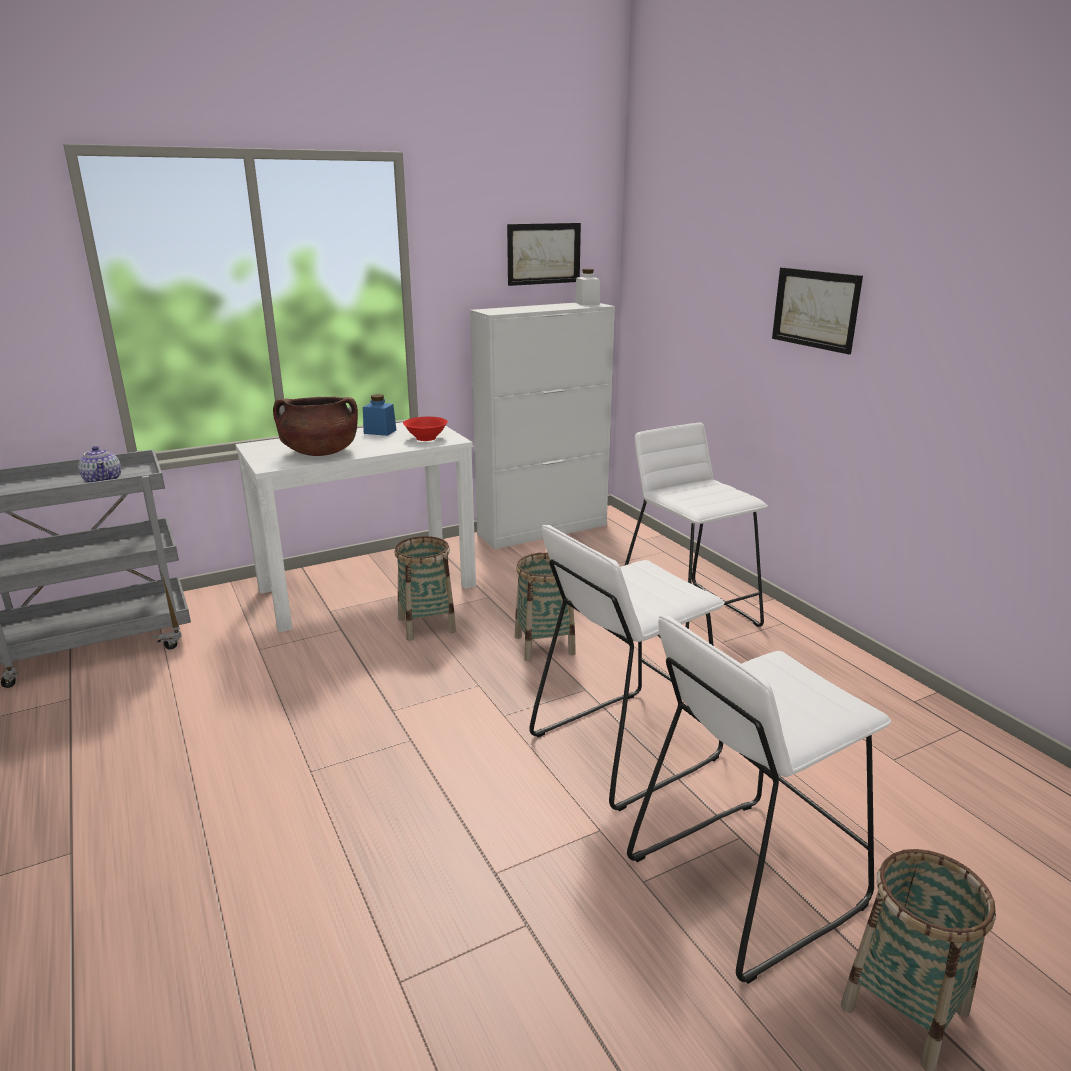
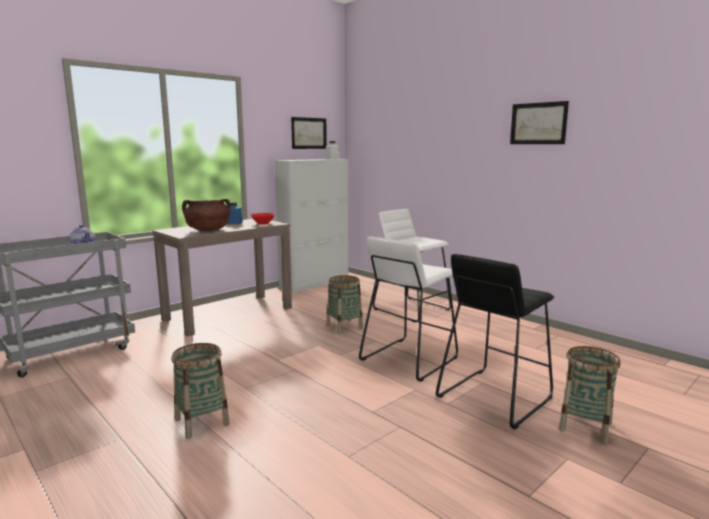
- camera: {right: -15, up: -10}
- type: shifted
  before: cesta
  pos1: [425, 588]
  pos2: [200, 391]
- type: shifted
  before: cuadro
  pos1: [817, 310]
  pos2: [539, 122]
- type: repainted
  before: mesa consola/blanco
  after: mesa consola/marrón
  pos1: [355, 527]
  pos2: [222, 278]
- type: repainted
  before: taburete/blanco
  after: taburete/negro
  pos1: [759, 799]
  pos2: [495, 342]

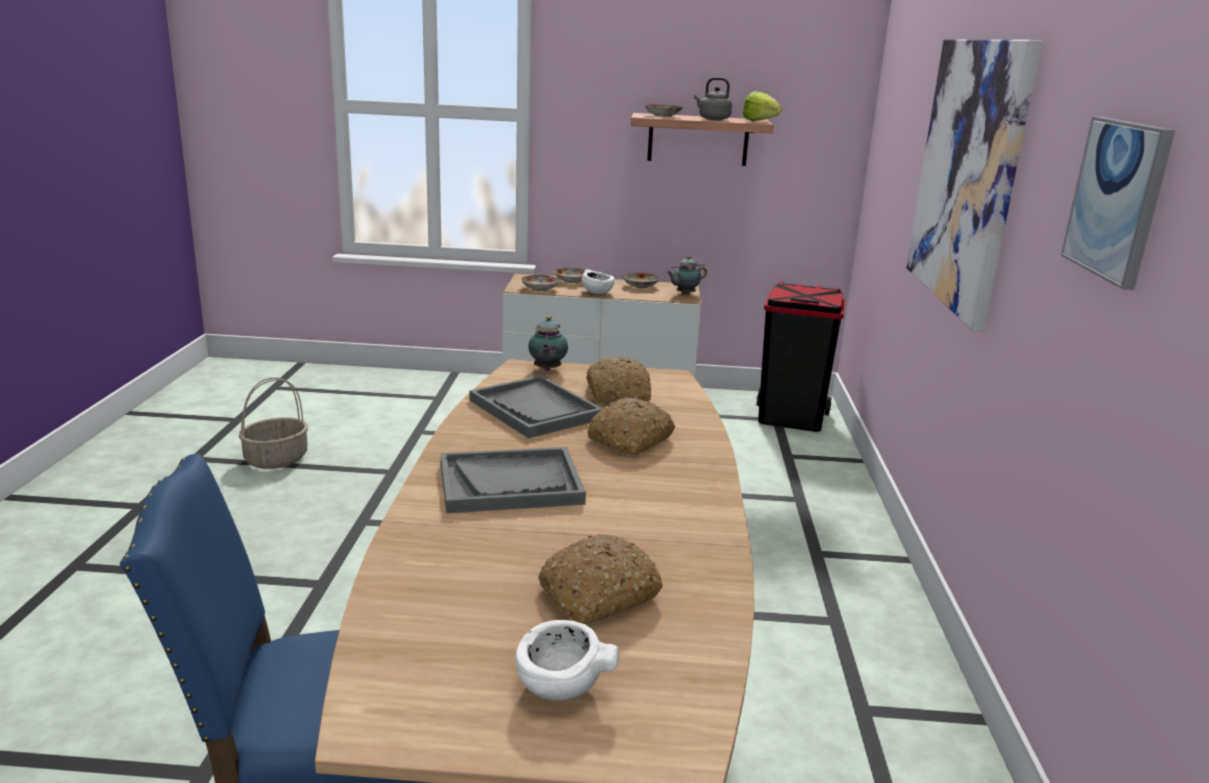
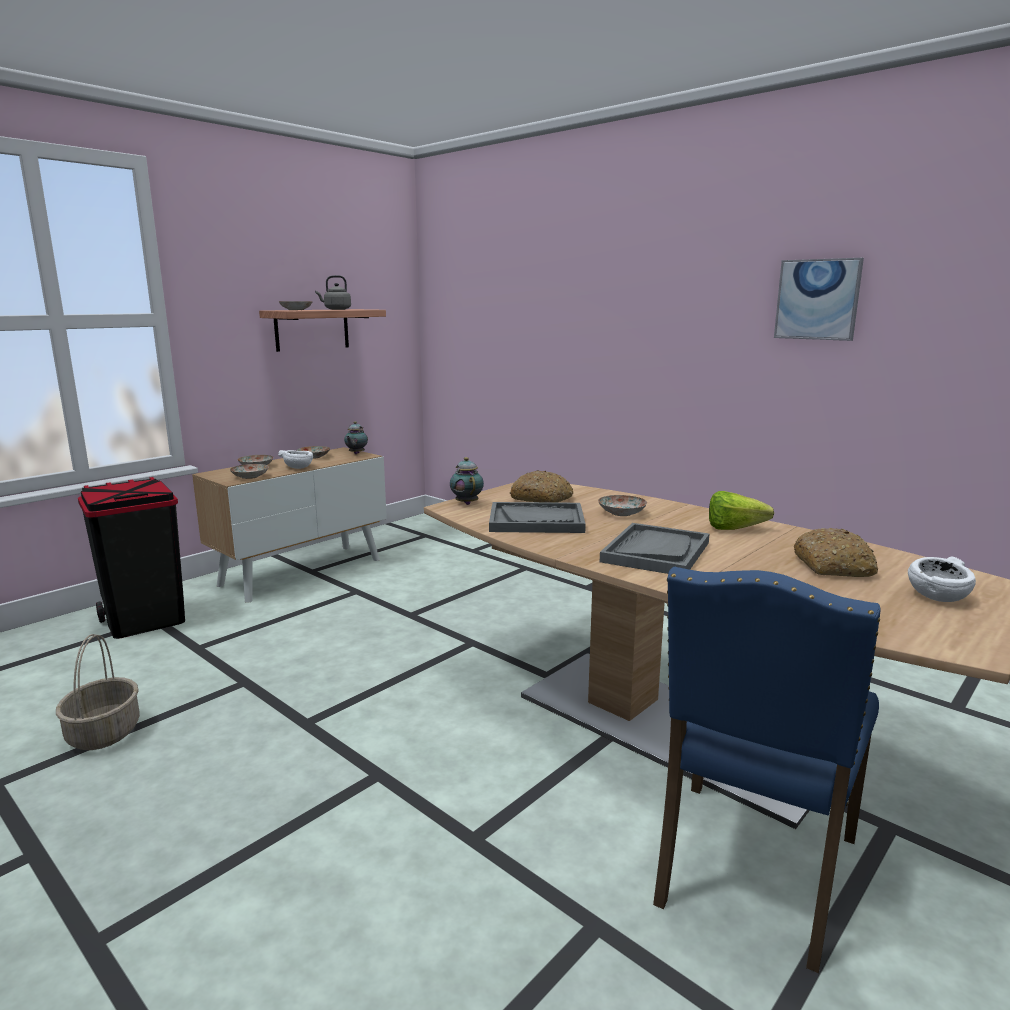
- camera: {right: -50, up: -5}
- type: gone
  before: cuadro
  pos1: [974, 185]
- type: shifted
  before: lechuga
  pos1: [762, 106]
  pos2: [741, 510]
- type: shifted
  before: papelera/negro
  pos1: [801, 357]
  pos2: [131, 558]
- type: swapped
  before: pan
  after: plato
  pos1: [631, 426]
  pos2: [622, 505]
- type: rotated
  before: tetera
  pos1: [548, 343]
  pos2: [467, 481]
  turn: -150

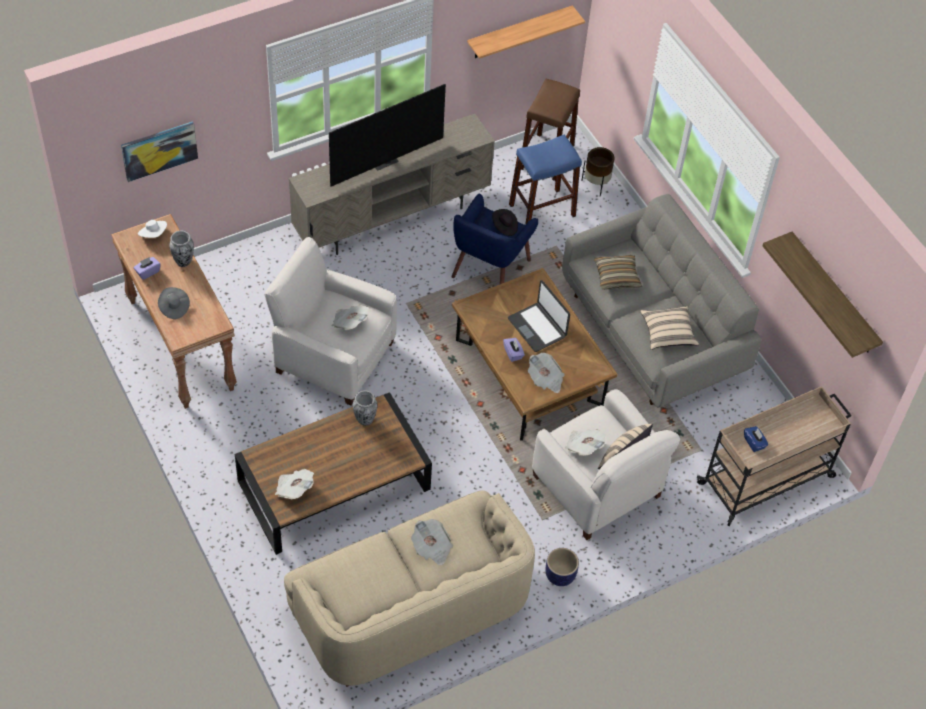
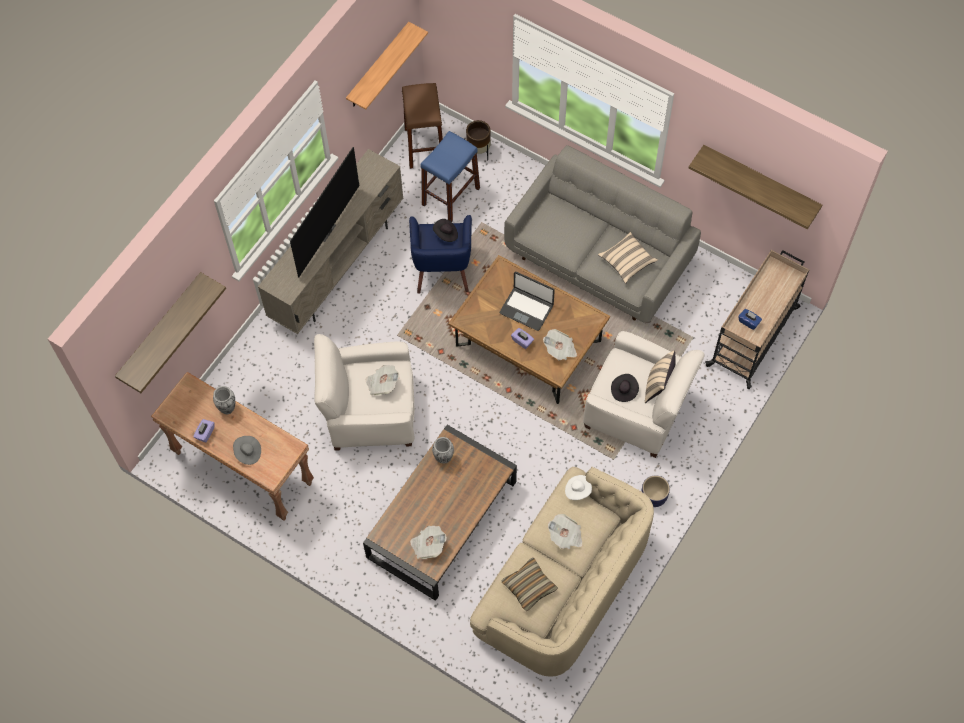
- camera: {right: -25, up: 10}
- type: shifted
  before: sombrero/blanco
  pos1: [152, 229]
  pos2: [578, 487]
- type: shifted
  before: cojín
  pos1: [618, 272]
  pos2: [530, 584]
- type: swapped
  before: cuadro
  after: estante
  pos1: [159, 151]
  pos2: [170, 332]
- type: swapped
  before: periódico
  after: sombrero/negro
  pos1: [585, 442]
  pos2: [625, 388]

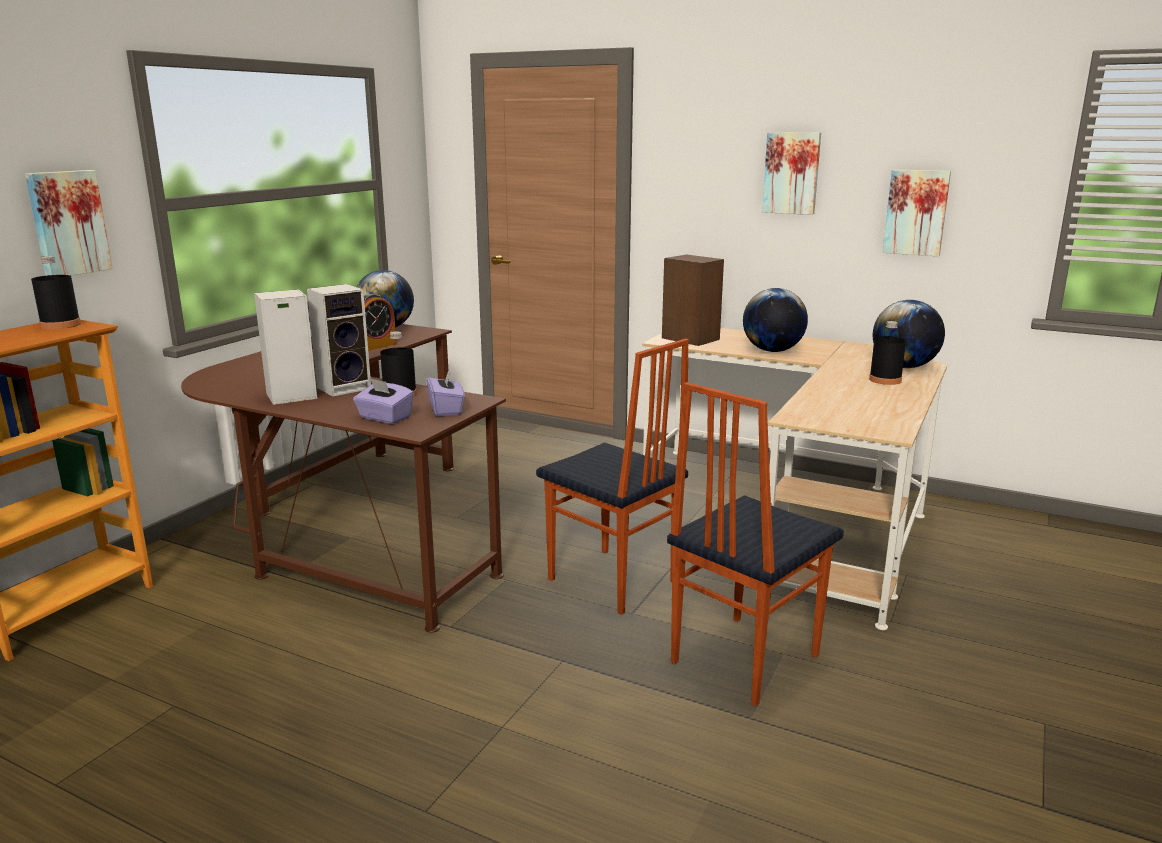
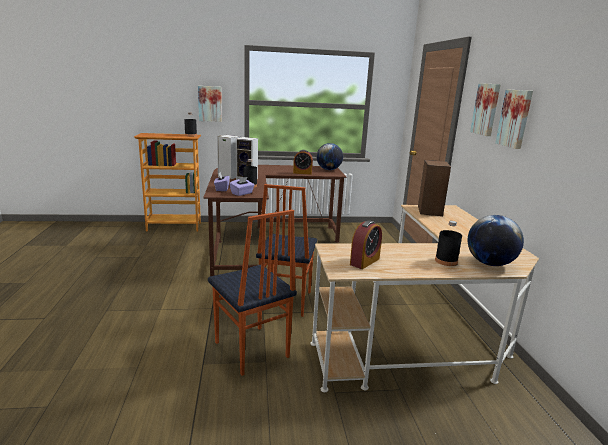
- camera: {right: 55, up: 0}
- type: gone
  before: globo terráqueo
  pos1: [775, 320]
- type: new
  after: despertador
  pos2: [366, 244]
- type: shifted
  before: cuadro
  pos1: [917, 212]
  pos2: [485, 109]
- type: rotated
  before: silla
  pos1: [755, 544]
  pos2: [252, 293]
  turn: -135

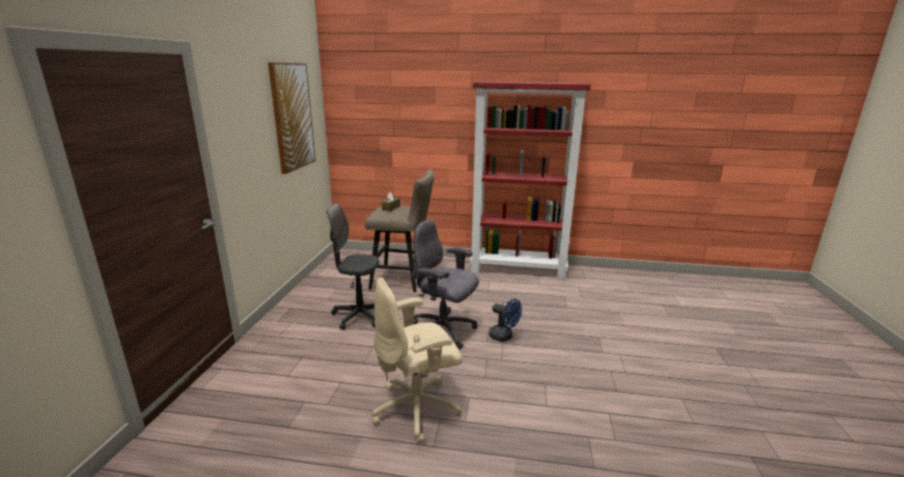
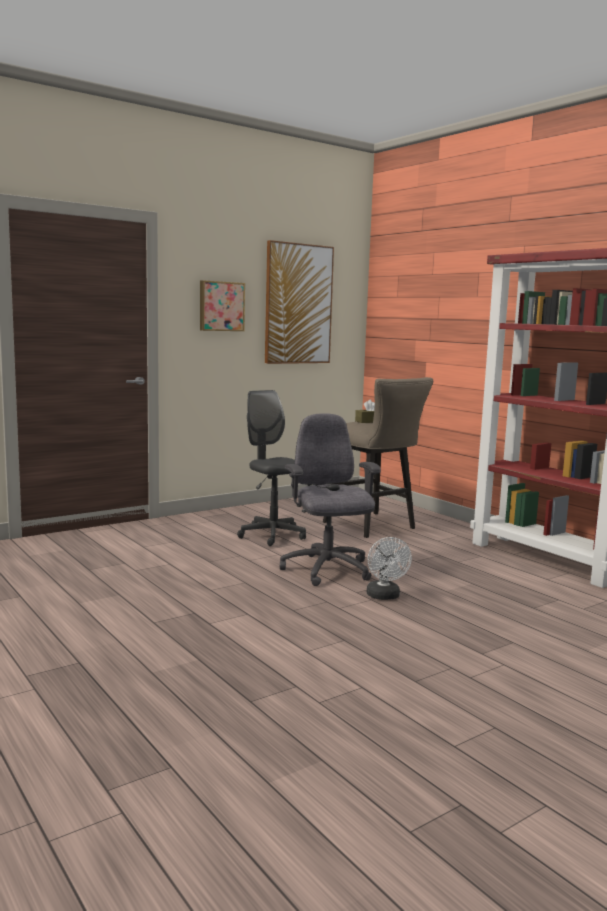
- camera: {right: 45, up: -10}
- type: gone
  before: silla de oficina/beis
  pos1: [417, 361]
- type: new
  after: cuadro
  pos2: [222, 305]
- type: repainted
  before: ventilador/azul
  after: ventilador/blanco
  pos1: [505, 320]
  pos2: [389, 568]

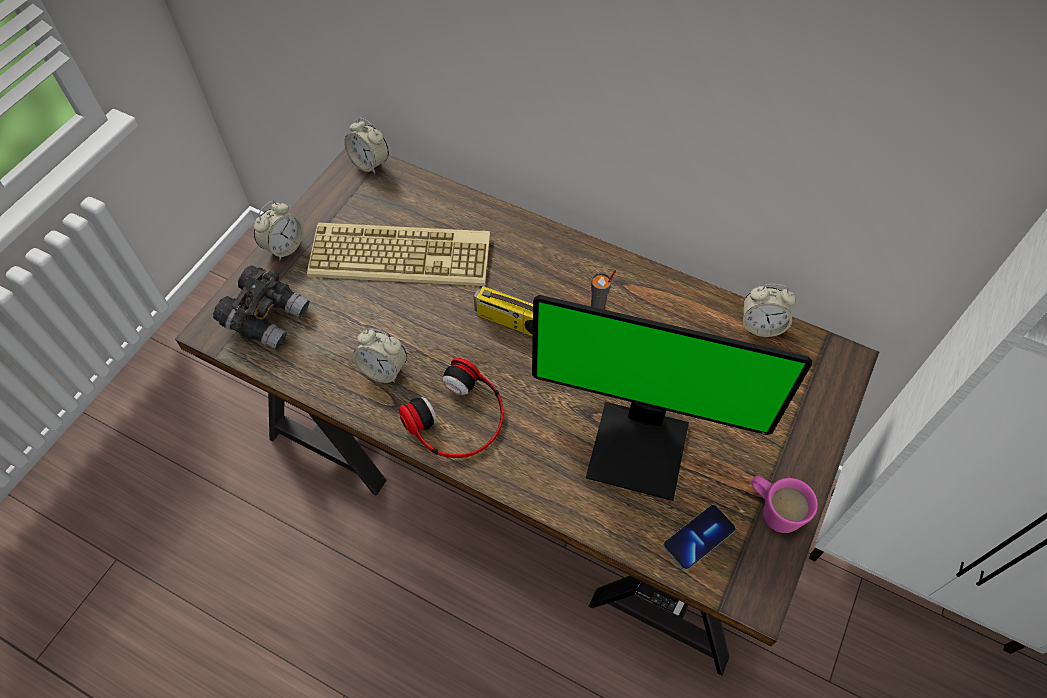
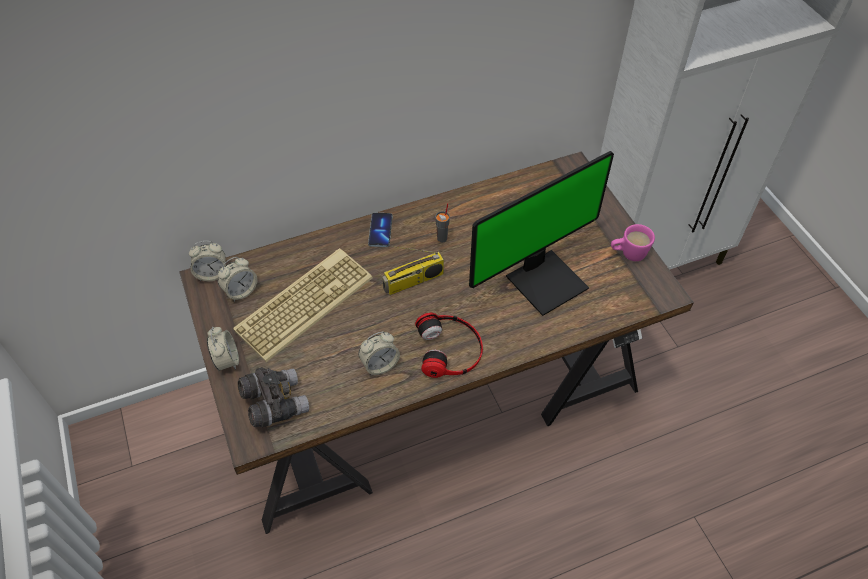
- camera: {right: -50, up: -5}
- type: shifted
  before: móvil
  pos1: [699, 537]
  pos2: [380, 230]
- type: shifted
  before: despertador
  pos1: [769, 310]
  pos2: [237, 279]

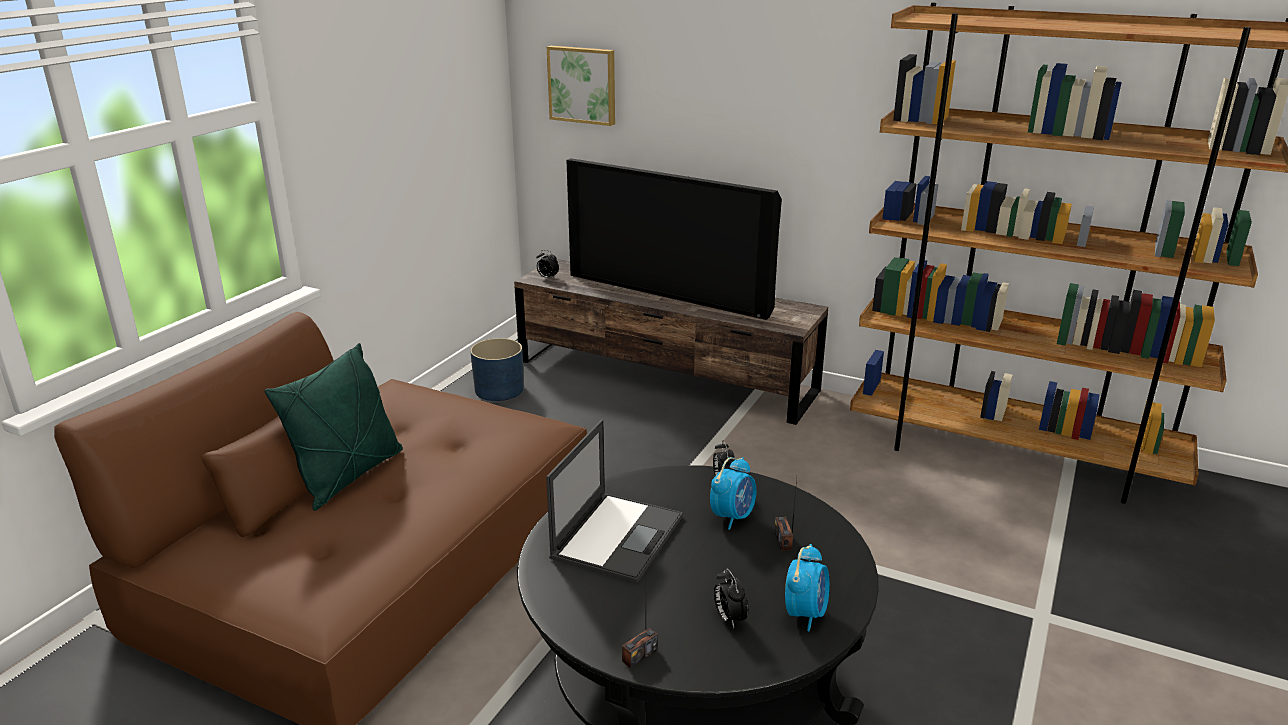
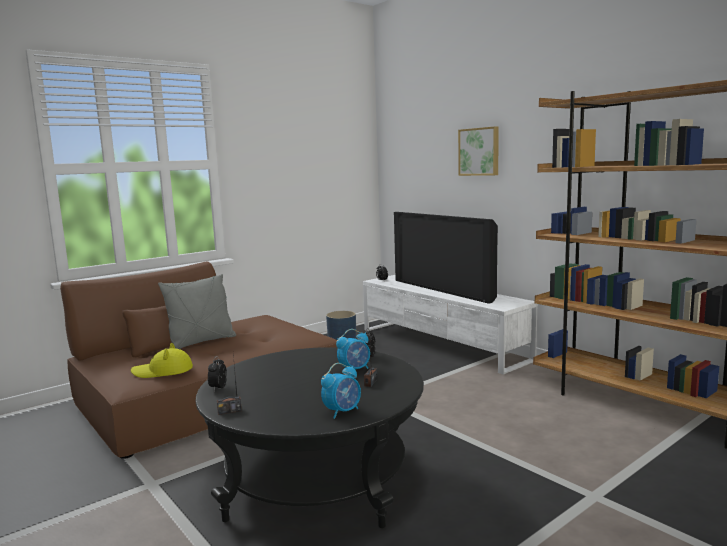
- camera: {right: 25, up: -15}
- type: gone
  before: portátil
  pos1: [614, 501]
- type: new
  after: sombrero/amarillo
  pos2: [162, 360]
- type: shifted
  before: cuadro
  pos1: [581, 86]
  pos2: [478, 151]
- type: shifted
  before: despertador
  pos1: [731, 598]
  pos2: [217, 373]
- type: repainted
  before: cojín/verde
  after: cojín/gris
  pos1: [333, 427]
  pos2: [197, 311]
- type: repainted
  before: mueble de televisión/marrón
  after: mueble de televisión/blanco
  pos1: [671, 342]
  pos2: [450, 325]

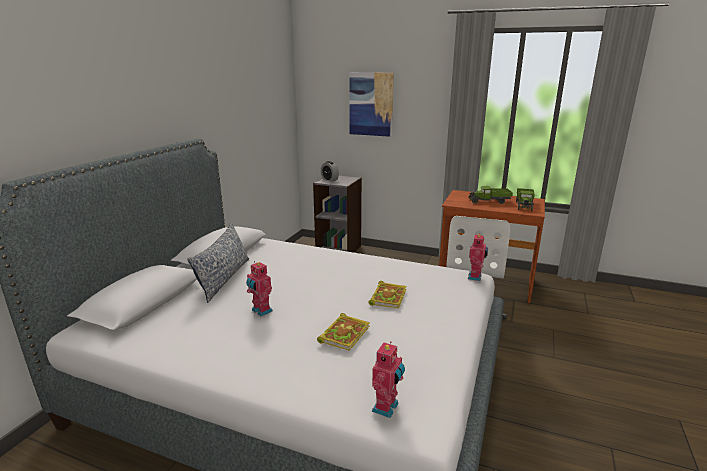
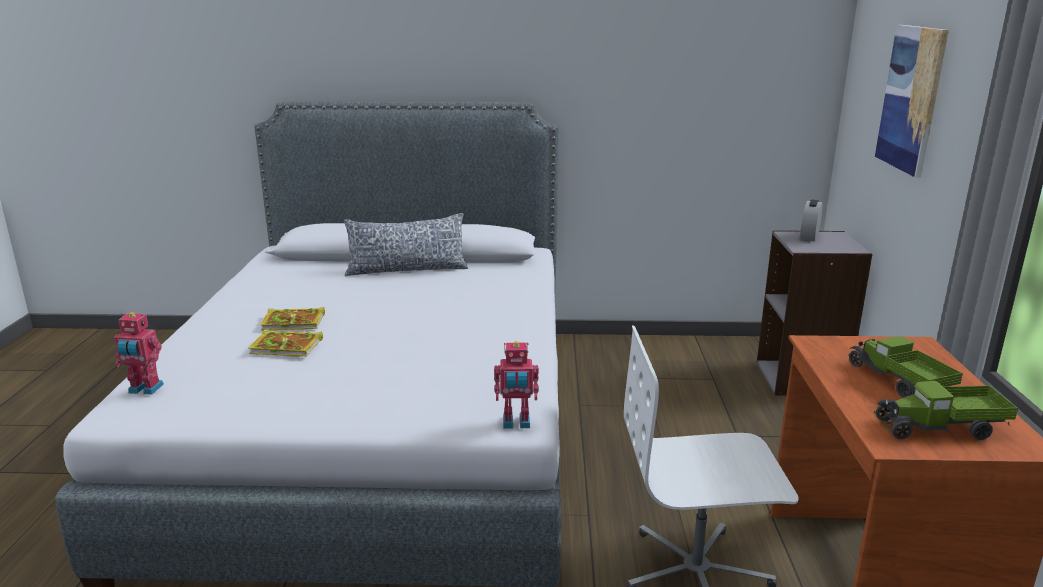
- camera: {right: 70, up: 0}
- type: gone
  before: robot de juguete
  pos1: [259, 288]
- type: shifted
  before: libro
  pos1: [387, 295]
  pos2: [292, 318]

